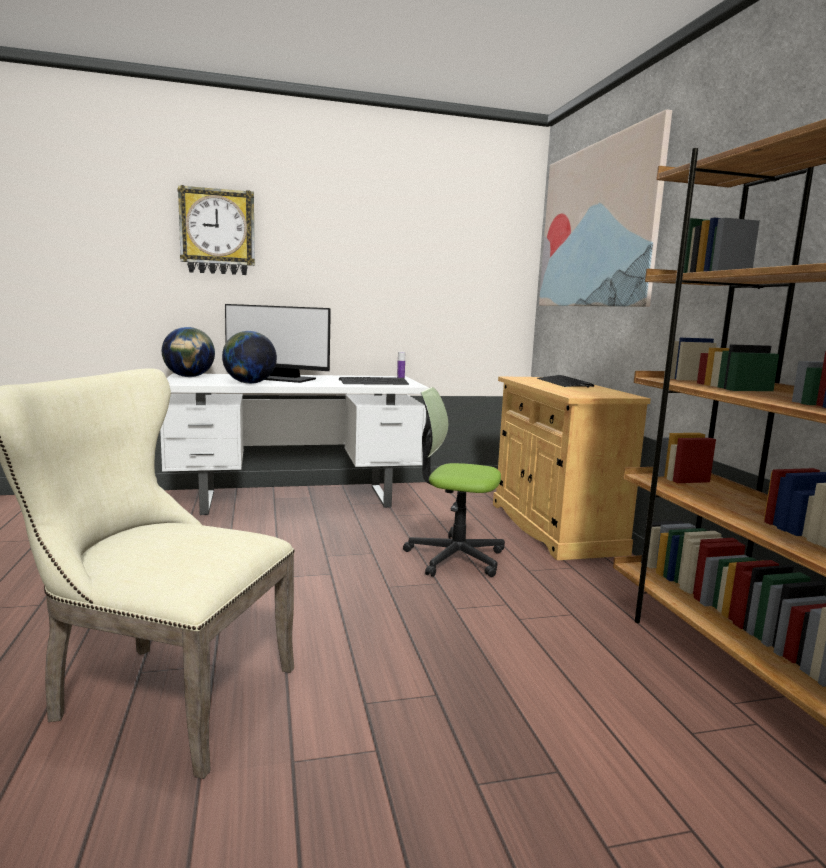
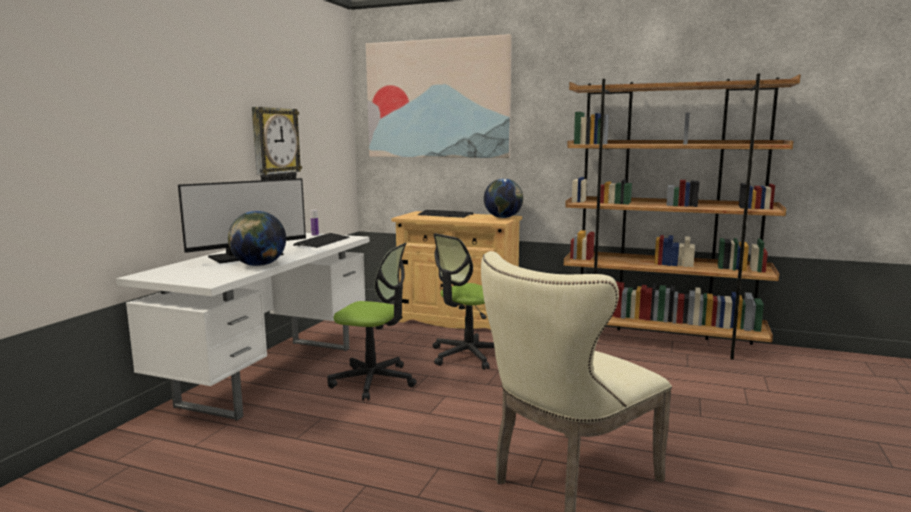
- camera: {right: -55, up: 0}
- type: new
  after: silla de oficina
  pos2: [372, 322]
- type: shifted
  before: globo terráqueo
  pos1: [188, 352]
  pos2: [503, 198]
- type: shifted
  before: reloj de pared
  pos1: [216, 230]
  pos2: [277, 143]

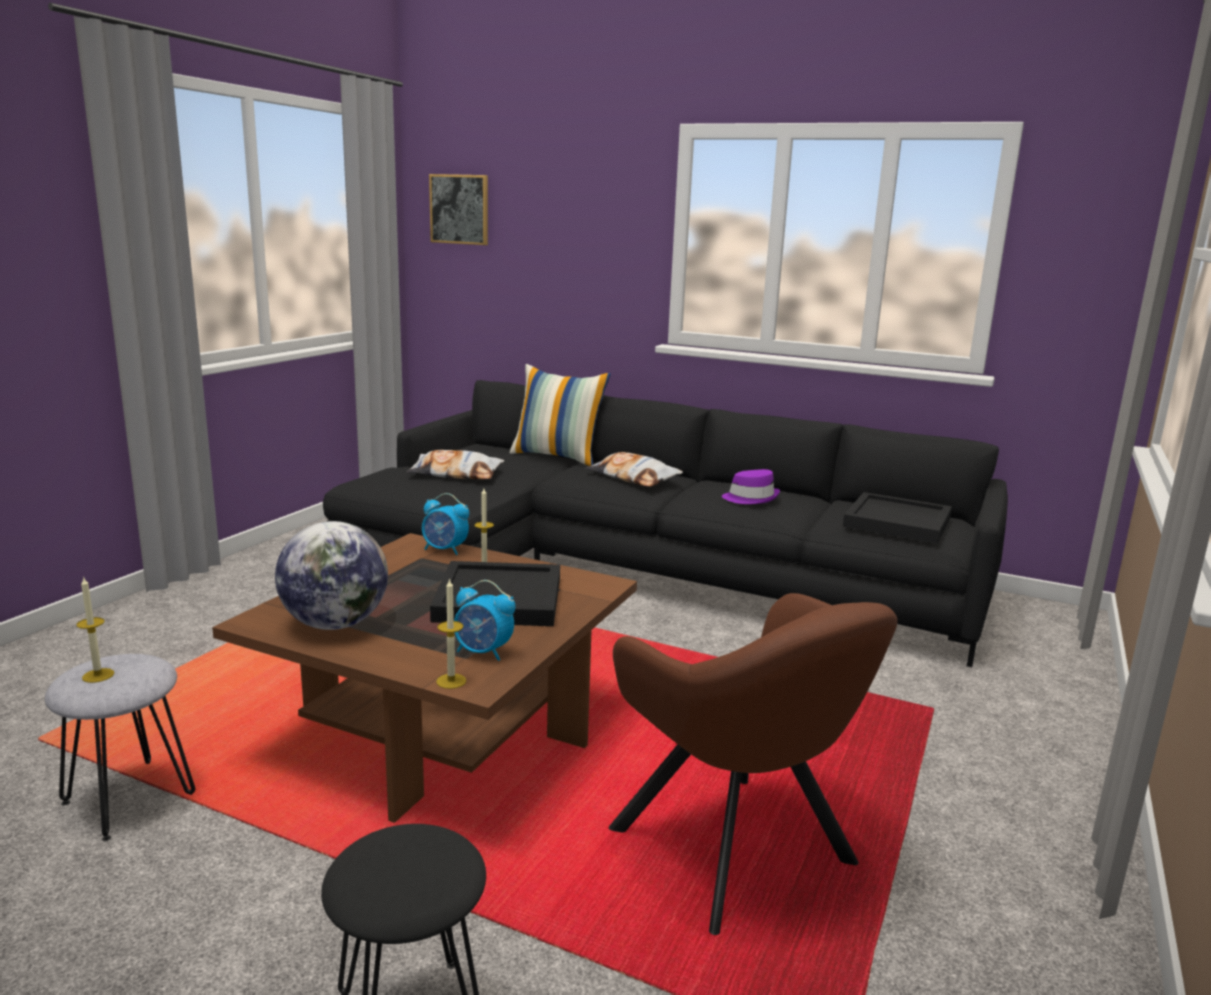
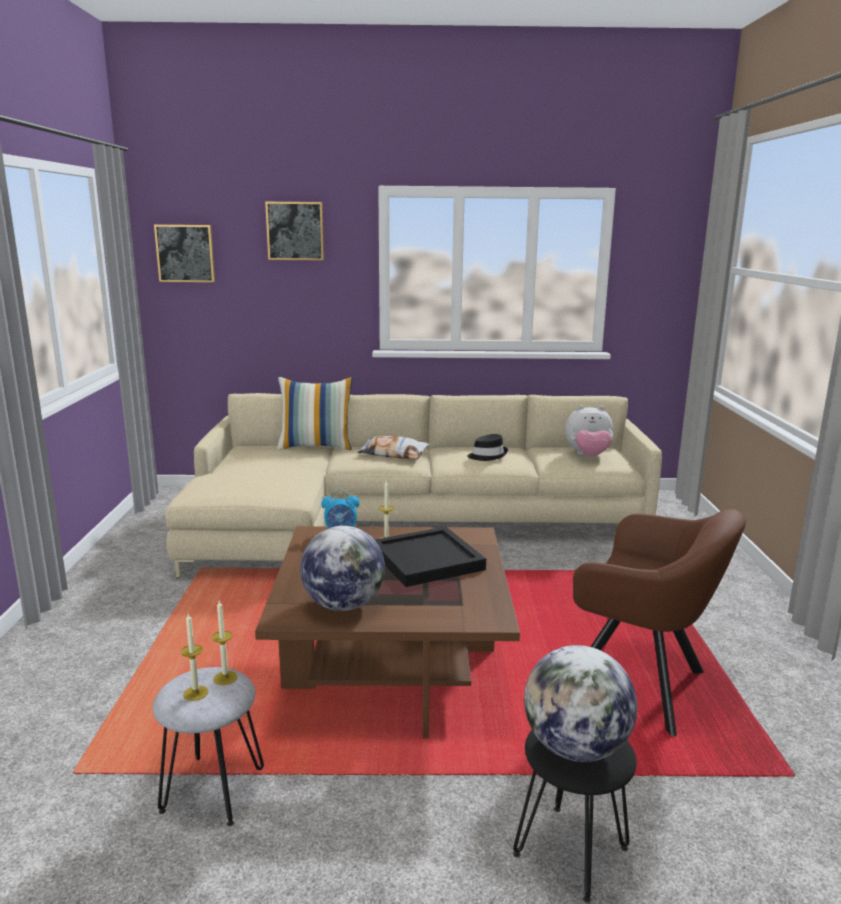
- camera: {right: -25, up: 0}
- type: gone
  before: cojín
  pos1: [455, 464]
- type: gone
  before: despertador
  pos1: [485, 620]
- type: new
  after: cuadro
  pos2: [294, 230]
- type: new
  after: globo terráqueo
  pos2: [580, 703]
- type: shifted
  before: vela
  pos1: [451, 633]
  pos2: [225, 643]
- type: swapped
  before: bandeja/negro
  after: peluche
  pos1: [897, 518]
  pos2: [589, 430]
- type: repainted
  before: sofá/negro
  after: sofá/beis
  pos1: [665, 523]
  pos2: [413, 485]
- type: repainted
  before: sombrero/morado
  after: sombrero/negro
  pos1: [751, 486]
  pos2: [487, 447]

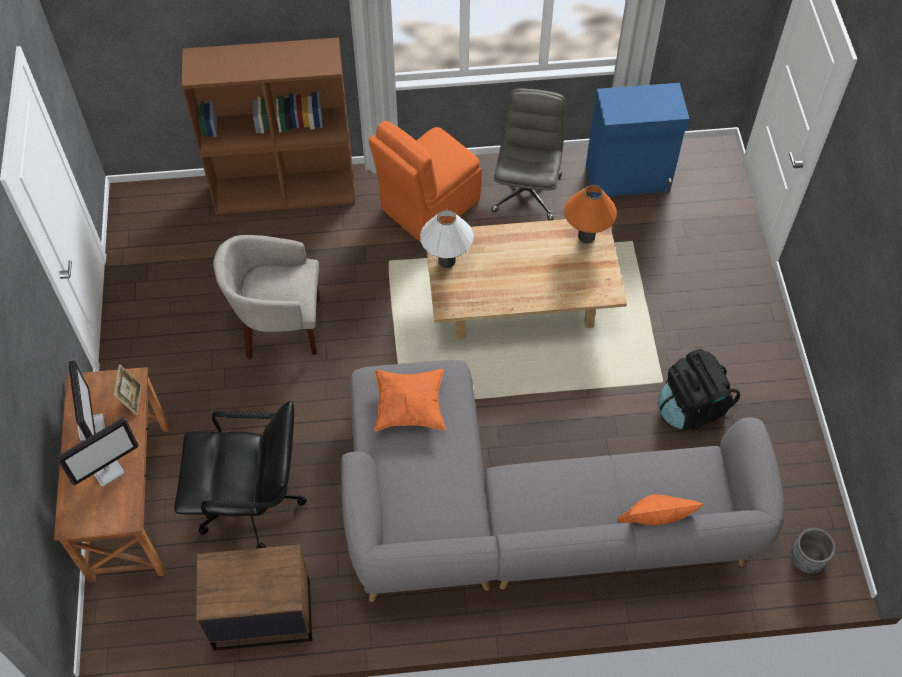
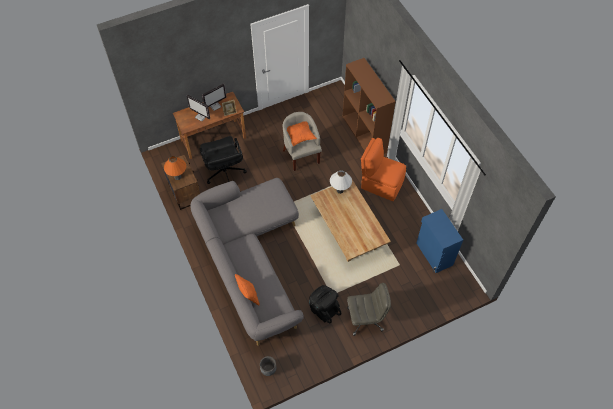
- camera: {right: 70, up: 0}
- type: shifted
  before: cojín/naranja
  pos1: [410, 400]
  pos2: [302, 133]
- type: shifted
  before: silla de oficina/gris
  pos1: [528, 154]
  pos2: [369, 309]
- type: shifted
  before: lámpara de mesa/naranja
  pos1: [590, 214]
  pos2: [175, 168]

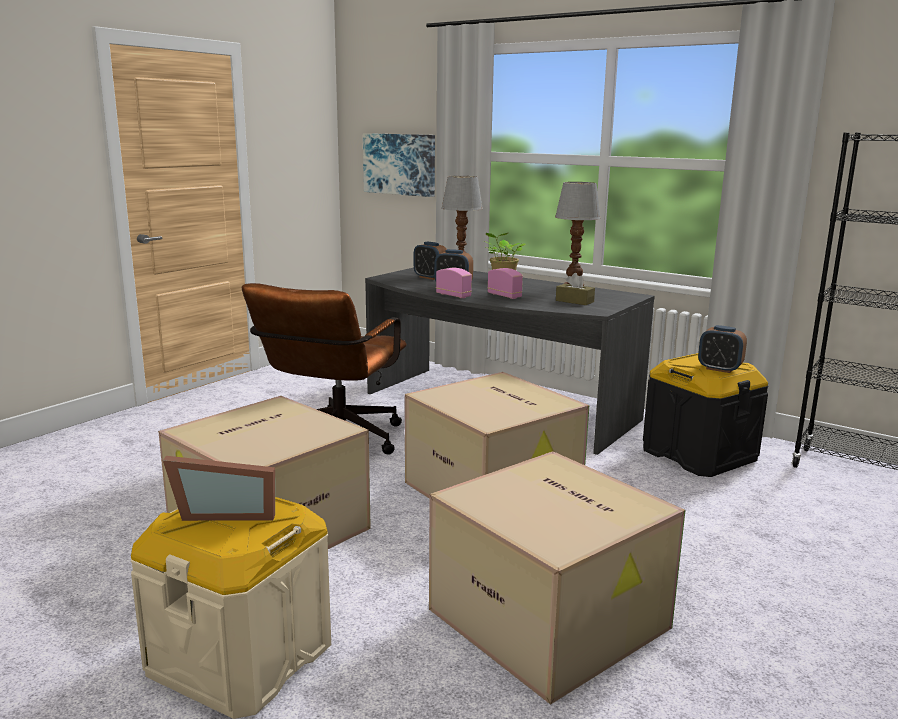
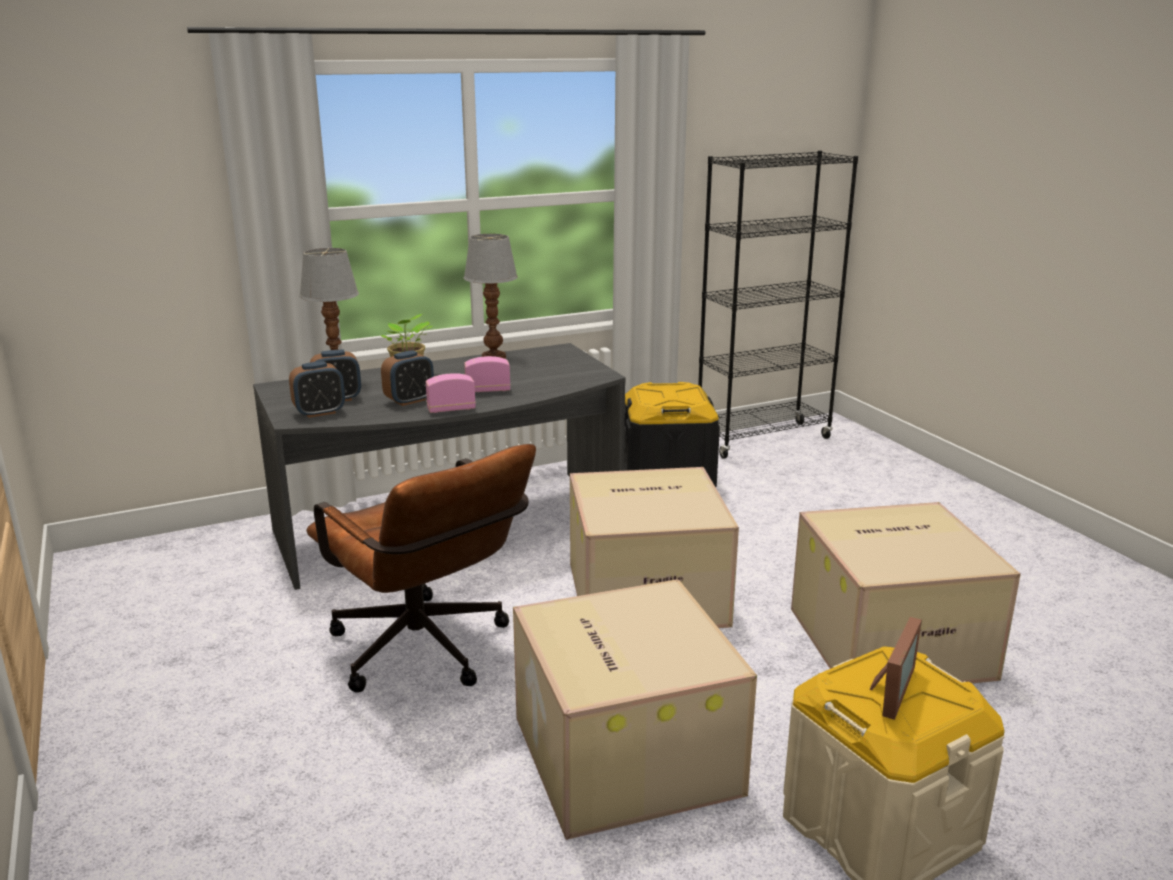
- camera: {right: -60, up: 5}
- type: gone
  before: cuadro
  pos1: [399, 165]
- type: gone
  before: caja de pañuelos/marrón
  pos1: [575, 289]
- type: shifted
  before: despertador
  pos1: [722, 349]
  pos2: [317, 389]

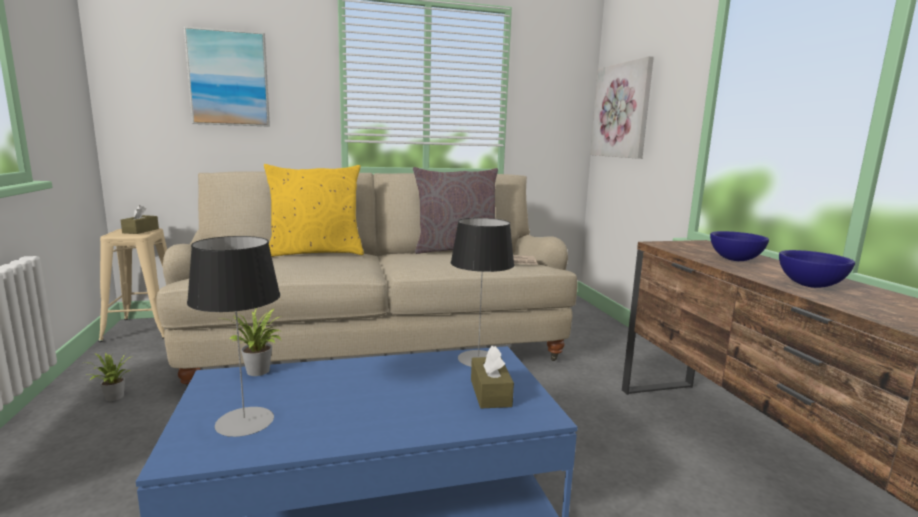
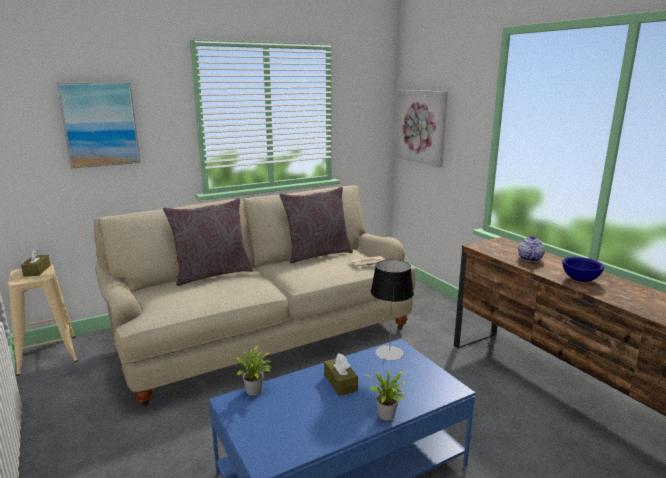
- camera: {right: -15, up: 5}
- type: gone
  before: lámpara de mesa
  pos1: [233, 336]
- type: shifted
  before: planta en maceta
  pos1: [108, 377]
  pos2: [385, 394]
- type: shifted
  before: caja de pañuelos/marrón
  pos1: [492, 377]
  pos2: [341, 374]
- type: swapped
  before: cuenco/azul
  after: tetera
  pos1: [739, 246]
  pos2: [531, 249]
- type: repainted
  before: cojín/amarillo
  after: cojín/gris
  pos1: [314, 210]
  pos2: [208, 242]

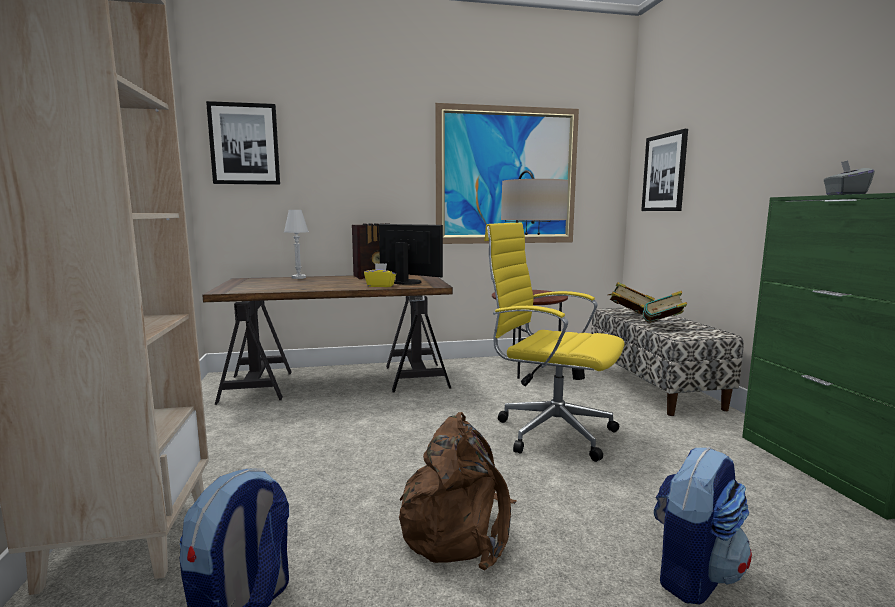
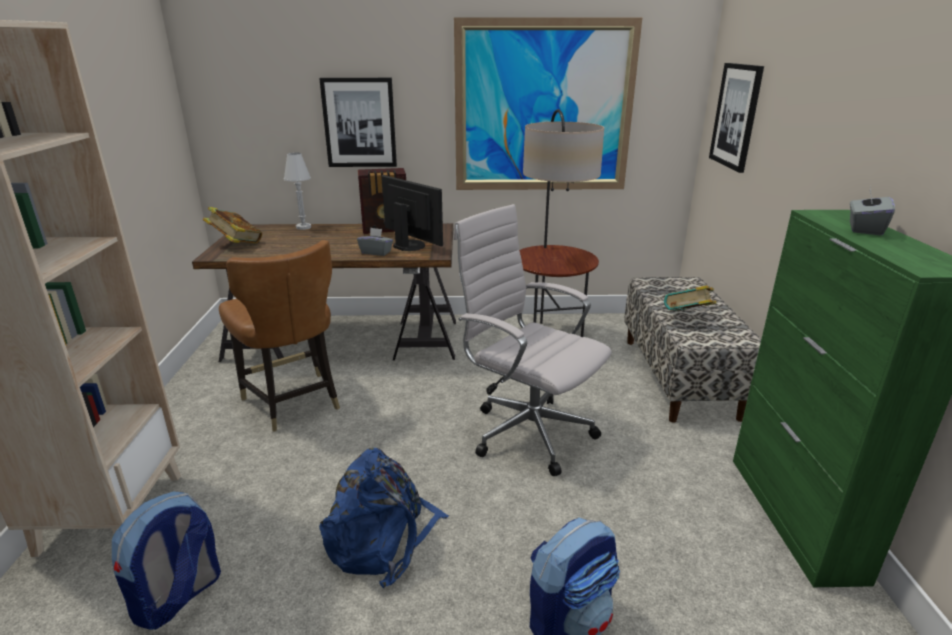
- camera: {right: 10, up: 15}
- type: new
  after: silla/marrón
  pos2: [279, 336]
- type: shifted
  before: cuadro
  pos1: [243, 143]
  pos2: [358, 122]
- type: shifted
  before: libro
  pos1: [631, 298]
  pos2: [232, 225]
- type: repainted
  before: caja de pañuelos/amarillo
  after: caja de pañuelos/gris
  pos1: [380, 275]
  pos2: [375, 241]
- type: repainted
  before: mochila/marrón
  after: mochila/azul
  pos1: [458, 491]
  pos2: [384, 518]
- type: repainted
  before: silla de oficina/amarillo
  after: silla de oficina/blanco
  pos1: [554, 342]
  pos2: [533, 340]

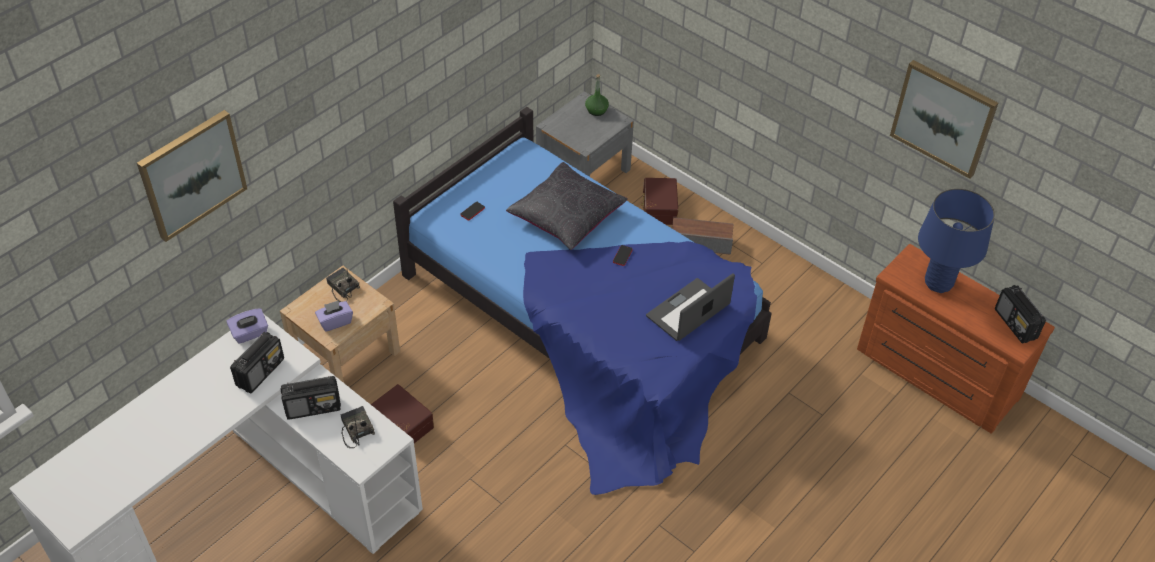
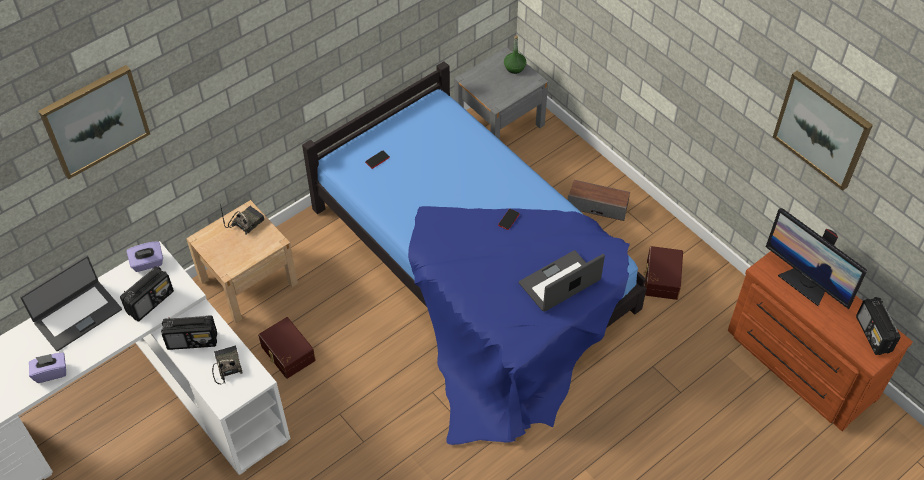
- camera: {right: 10, up: 5}
- type: gone
  before: cojín/negro
  pos1: [567, 206]
- type: new
  after: portátil
  pos2: [71, 303]
- type: shifted
  before: caja de pañuelos/morado
  pos1: [334, 316]
  pos2: [47, 368]
- type: shifted
  before: caja de almacenaje/marrón
  pos1: [659, 201]
  pos2: [663, 273]
- type: swapped
  before: lámpara de mesa/azul
  after: monitor
  pos1: [956, 240]
  pos2: [816, 258]
- type: rotated
  before: radio
  pos1: [343, 285]
  pos2: [242, 219]
  turn: 75

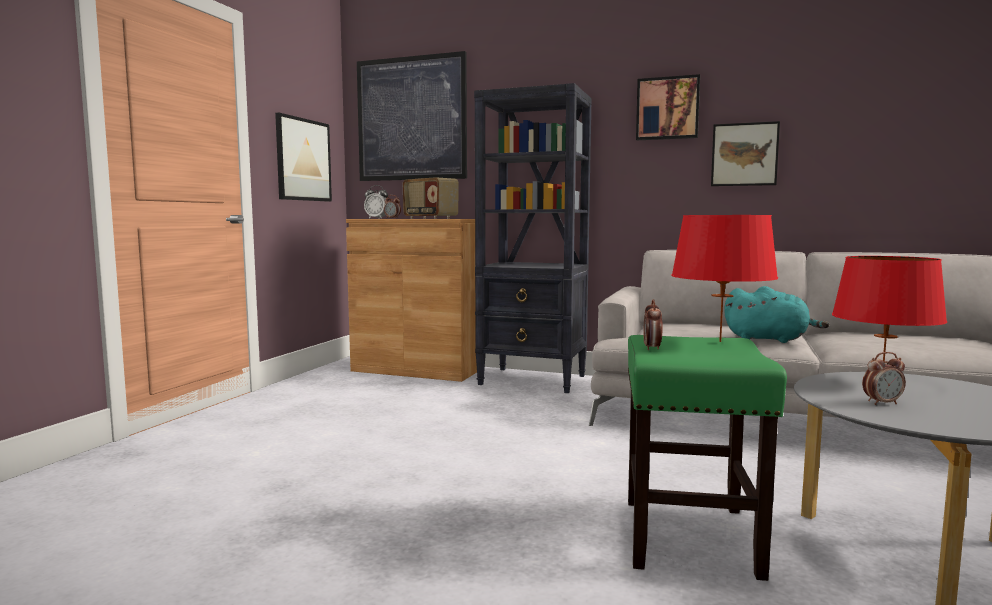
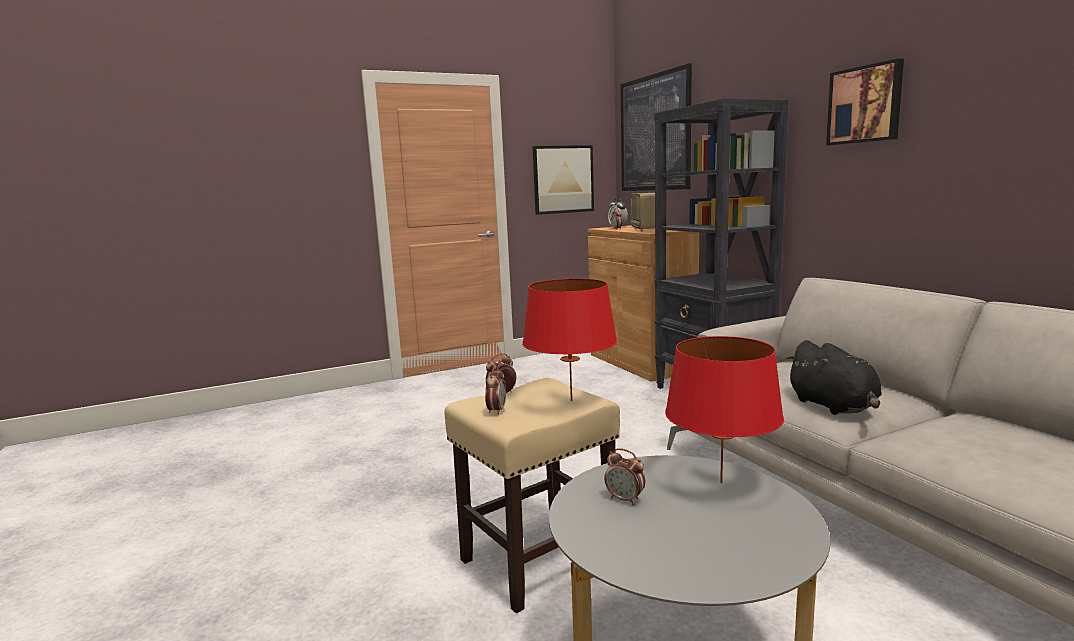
- camera: {right: 45, up: 5}
- type: gone
  before: cuadro
  pos1: [745, 153]
- type: new
  after: despertador
  pos2: [495, 391]
- type: repainted
  before: taburete/verde
  after: taburete/beis
  pos1: [707, 458]
  pos2: [532, 495]
- type: repainted
  before: peluche/turquesa
  after: peluche/negro
  pos1: [777, 314]
  pos2: [833, 377]

